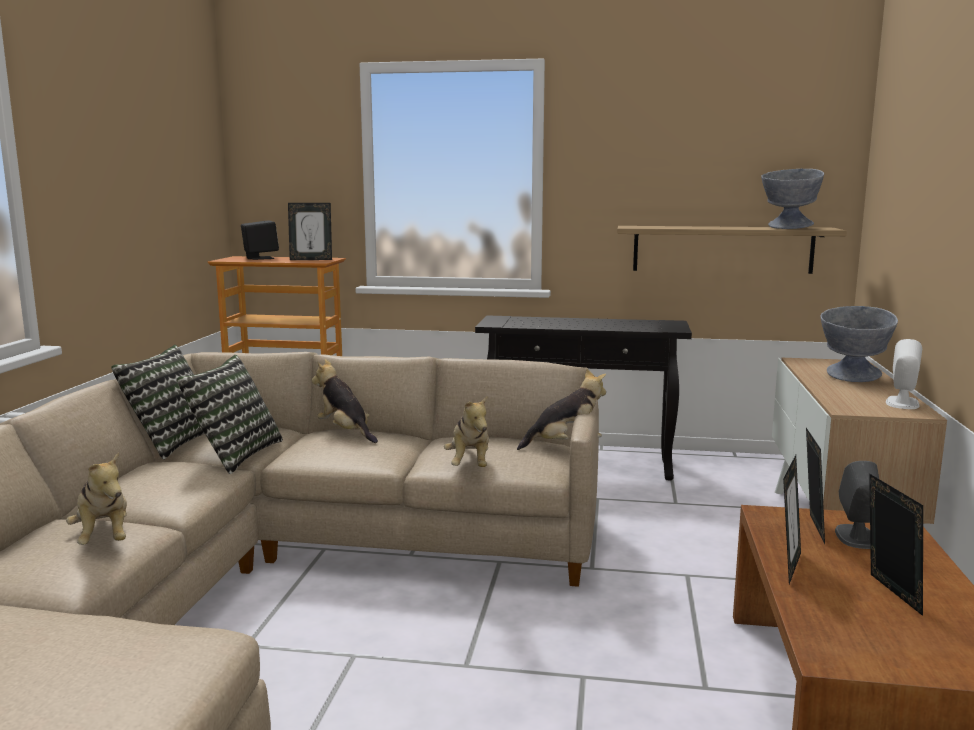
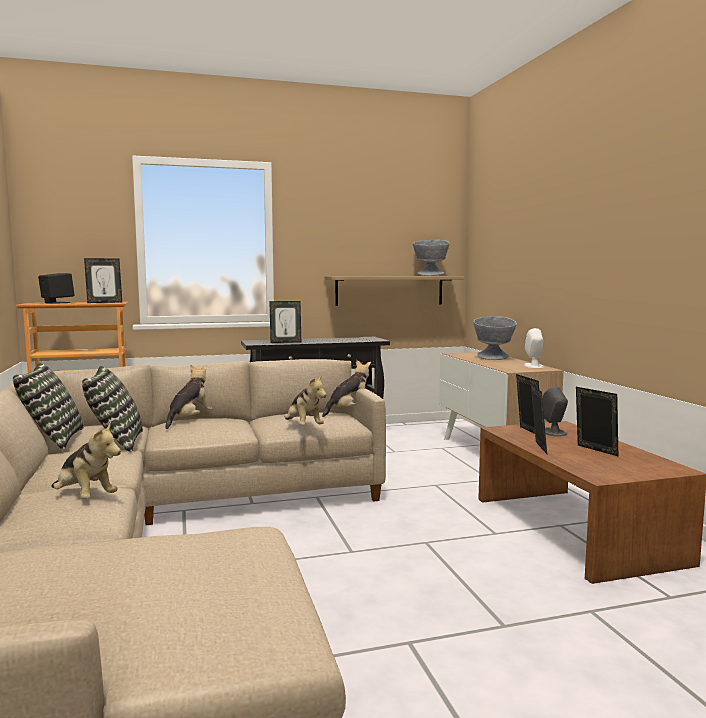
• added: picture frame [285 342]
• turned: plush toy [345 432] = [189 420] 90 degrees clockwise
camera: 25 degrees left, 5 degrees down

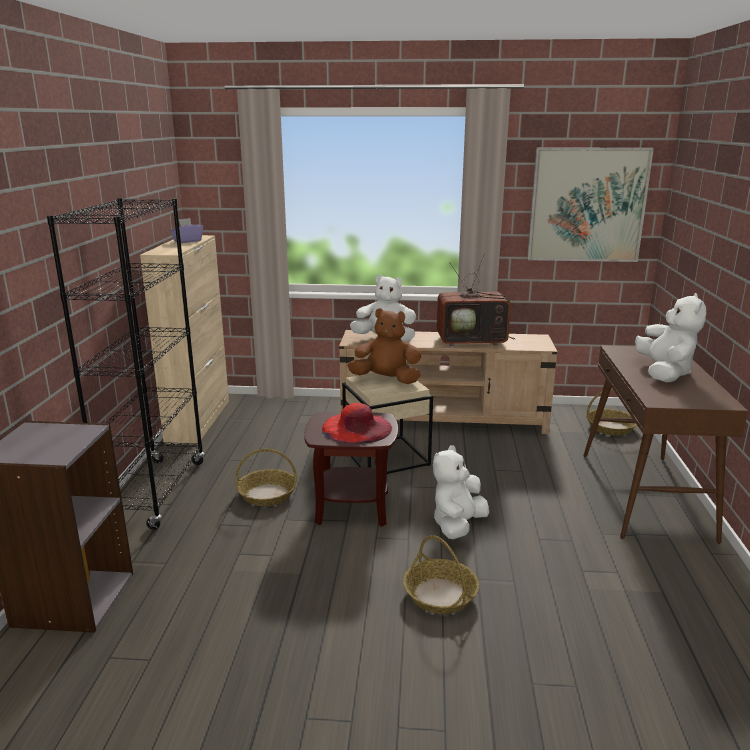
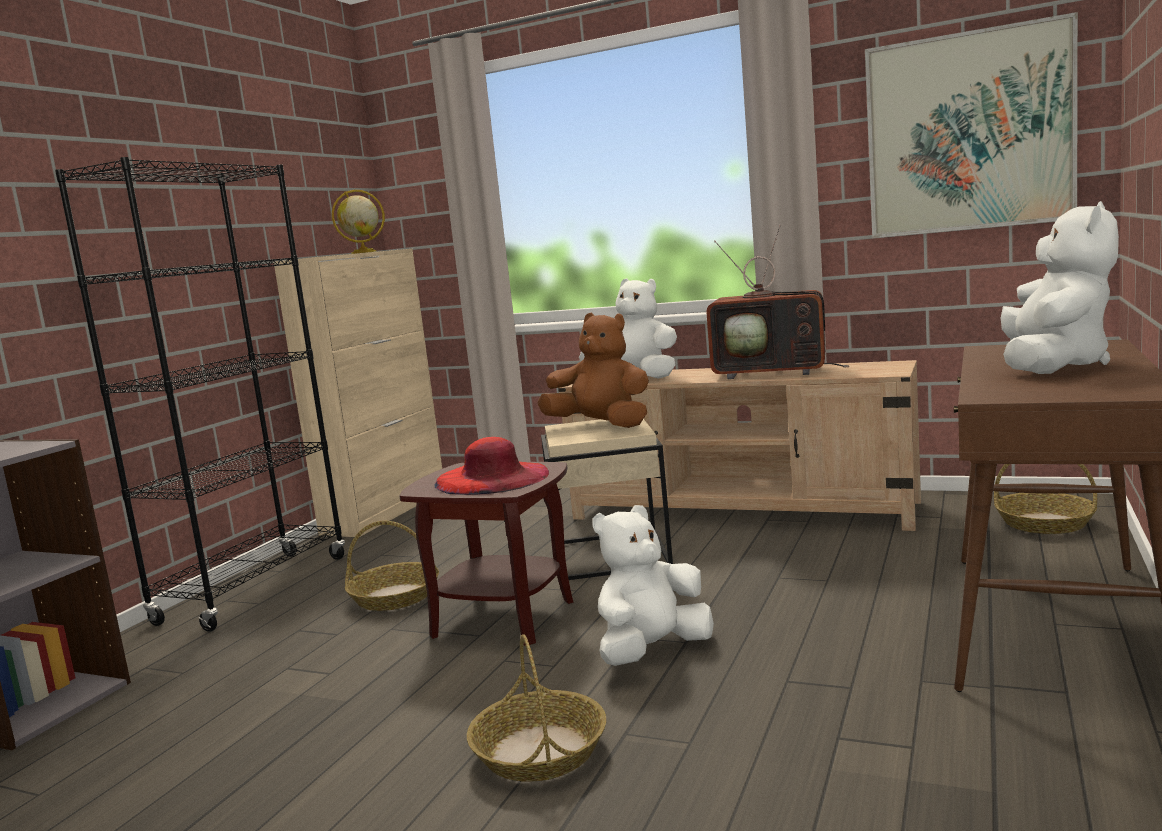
• replaced: tissue box (purple) [187 241] to globe [363 252]
camera: 20 degrees right, 10 degrees down

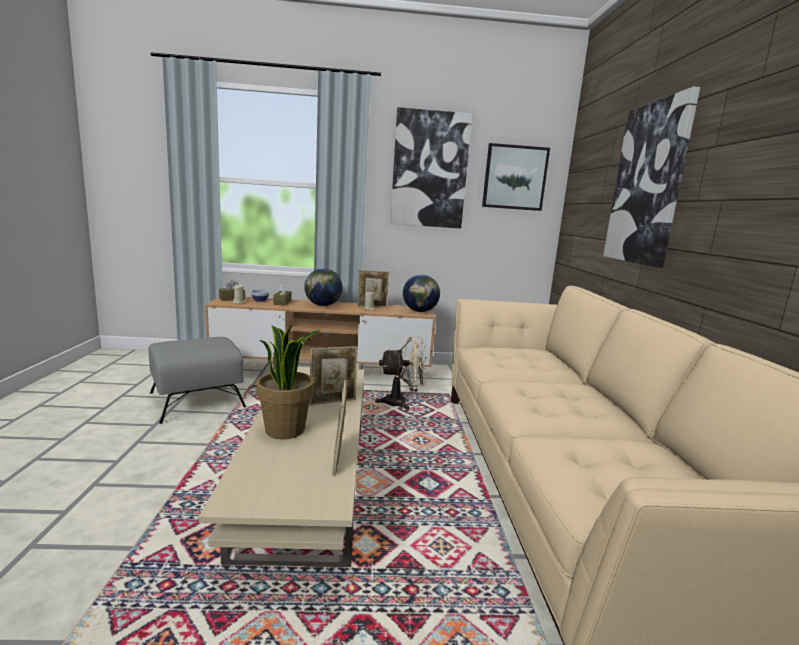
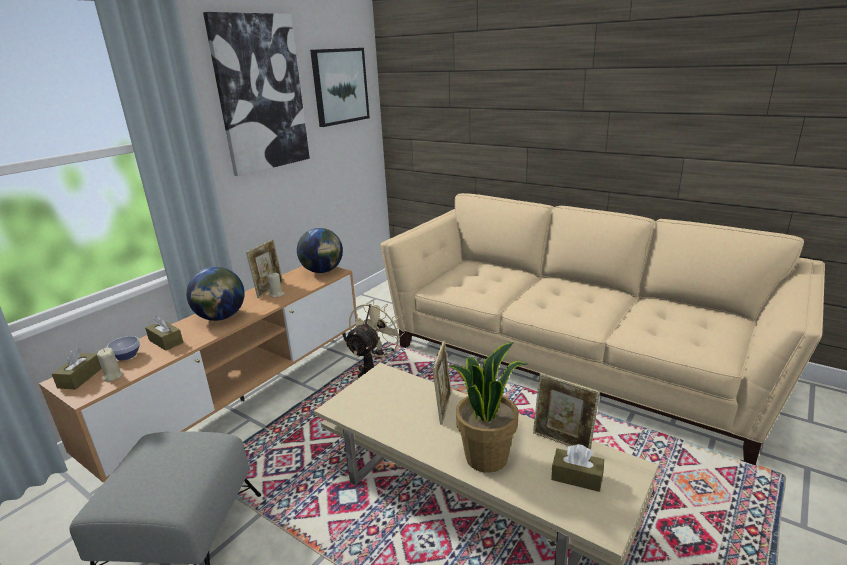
• removed: picture [648 184]
• added: tissue box (brown) [576 477]
camera: 50 degrees left, 10 degrees up

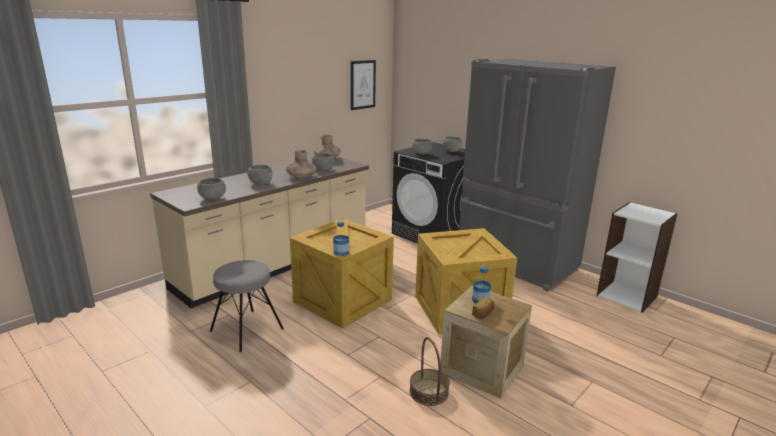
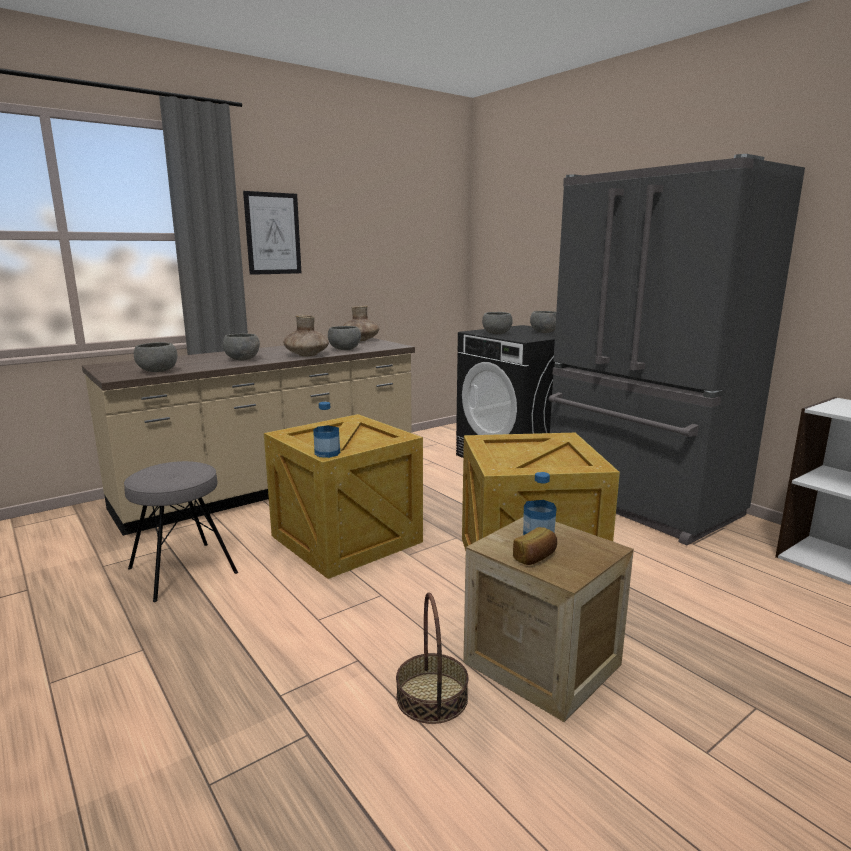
• moved: picture [362 84] to [273 233]
camera: 10 degrees right, 5 degrees down

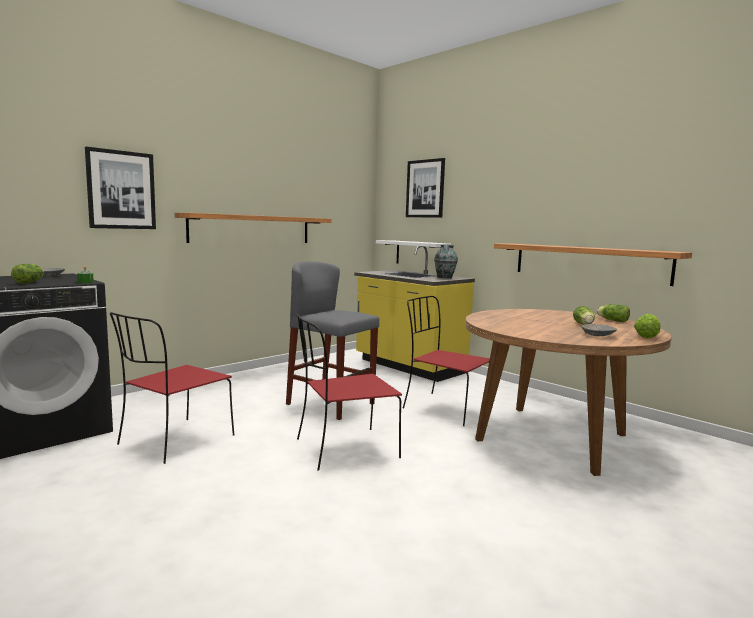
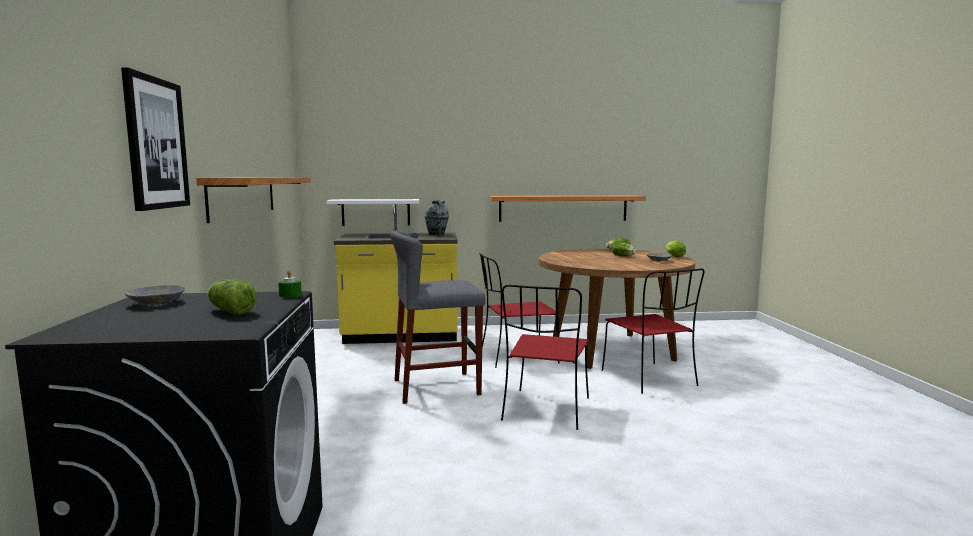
• removed: picture [425 188]
• moved: chair (red) [174 441] to [650 379]
camera: 50 degrees left, 0 degrees up

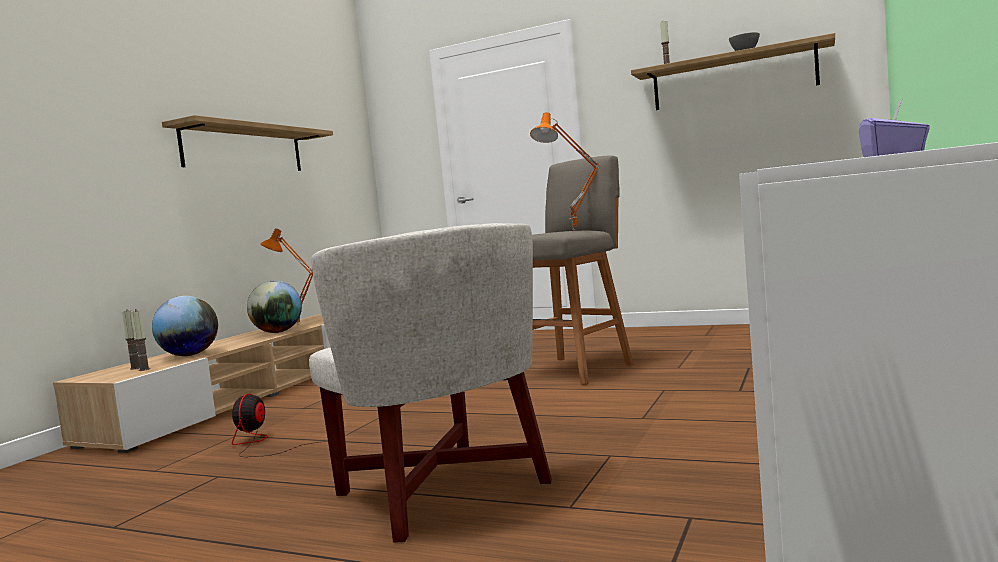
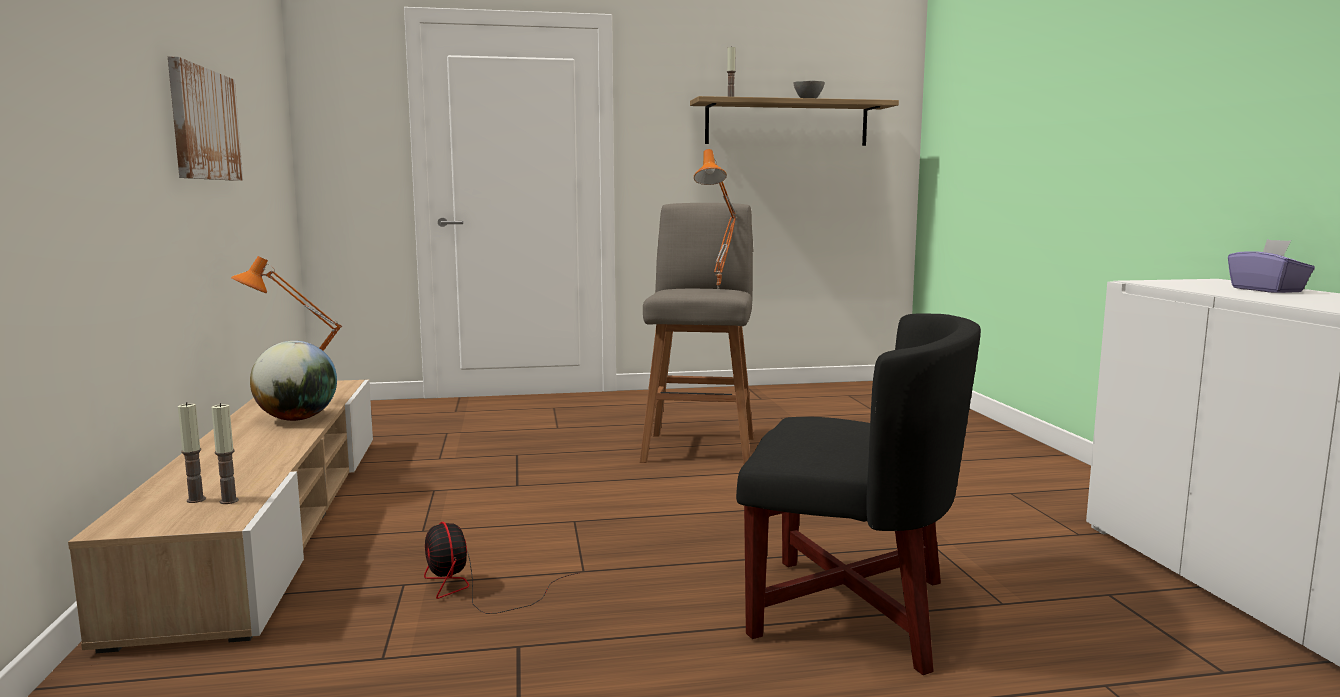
• removed: globe [189 355]
• replaced: shelf [244 149] to picture [204 124]
• recoloured: armchair (white) [441 491] to armchair (black) [852 611]
camera: 35 degrees left, 5 degrees up

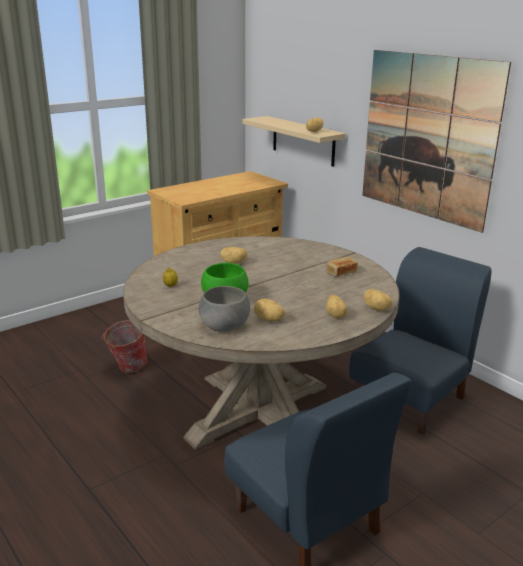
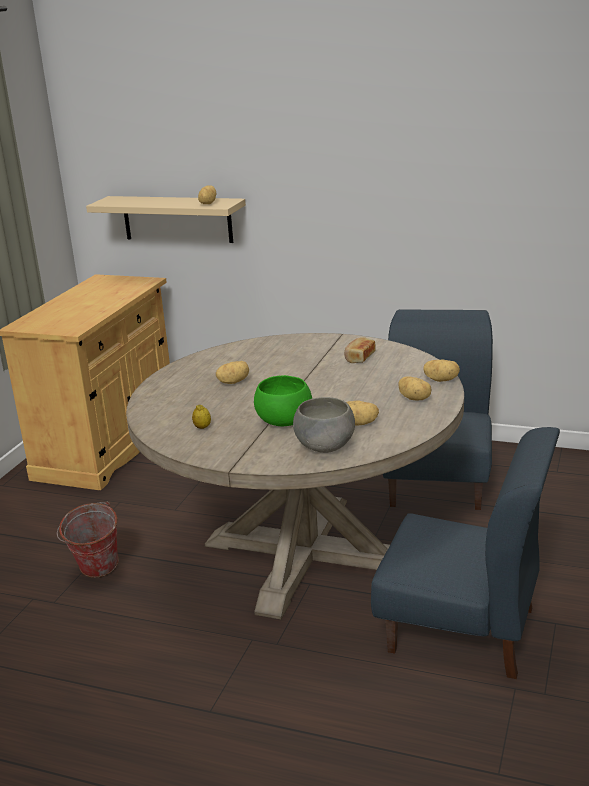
• removed: picture [427 137]
camera: 30 degrees left, 0 degrees up

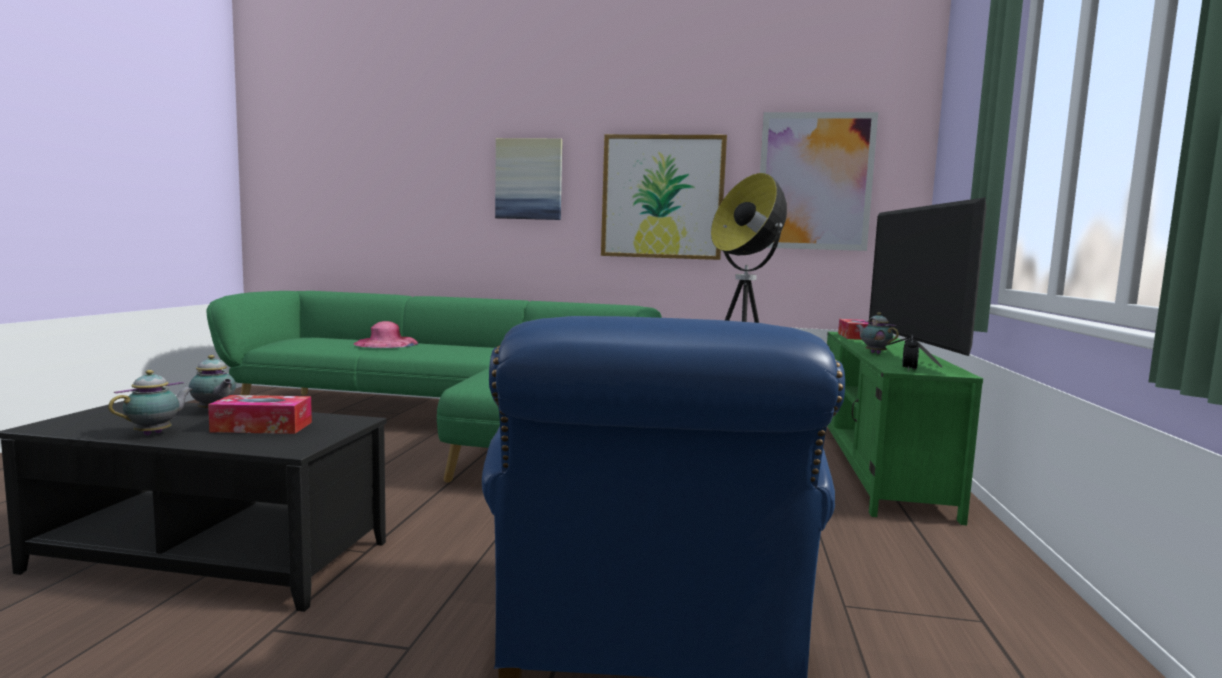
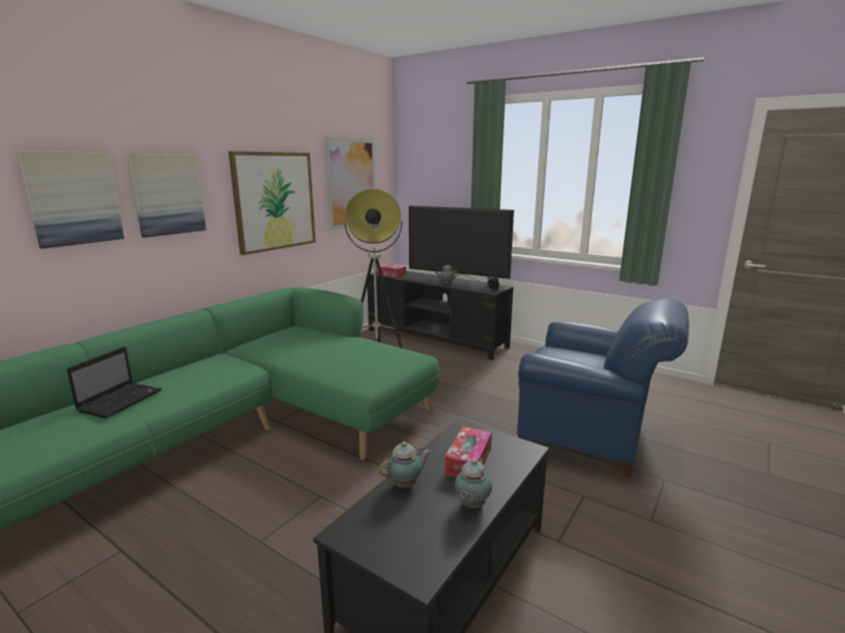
• added: picture [73 198]
• replaced: hat (pink) [386 343] to laptop [121 400]
• recoloured: tv stand (green) [878 466] to tv stand (black) [436 338]
• turned: teapot [156 433] = [471 505] 120 degrees counterclockwise
camera: 65 degrees left, 10 degrees up

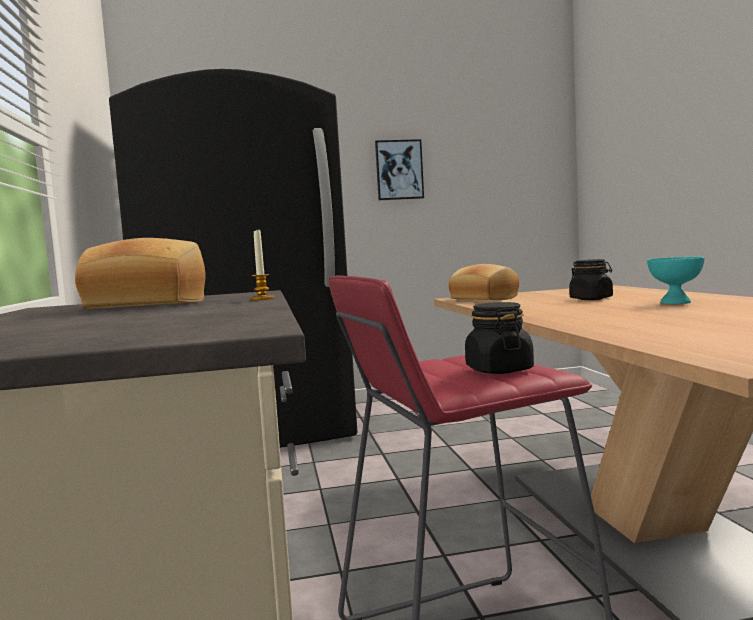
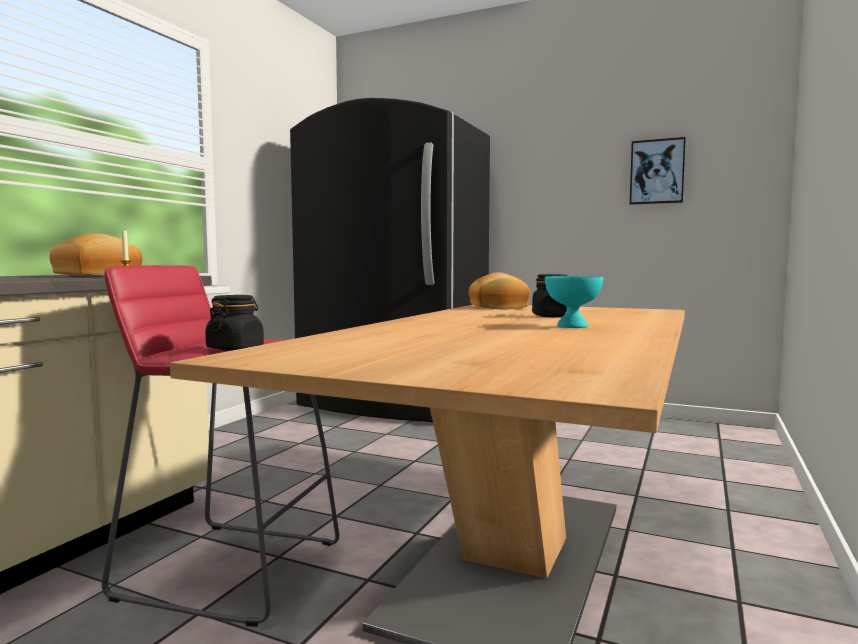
• moved: picture [399 170] to [657 172]
camera: 35 degrees right, 0 degrees up

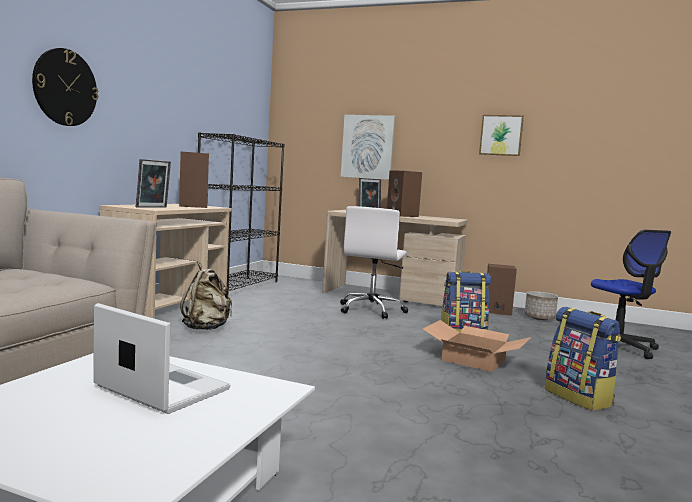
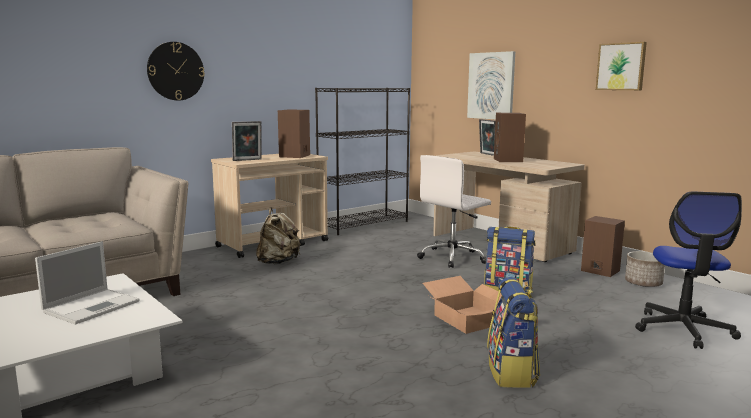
• turned: laptop [160 387] = [93 306] 60 degrees clockwise
camera: 30 degrees right, 5 degrees up

